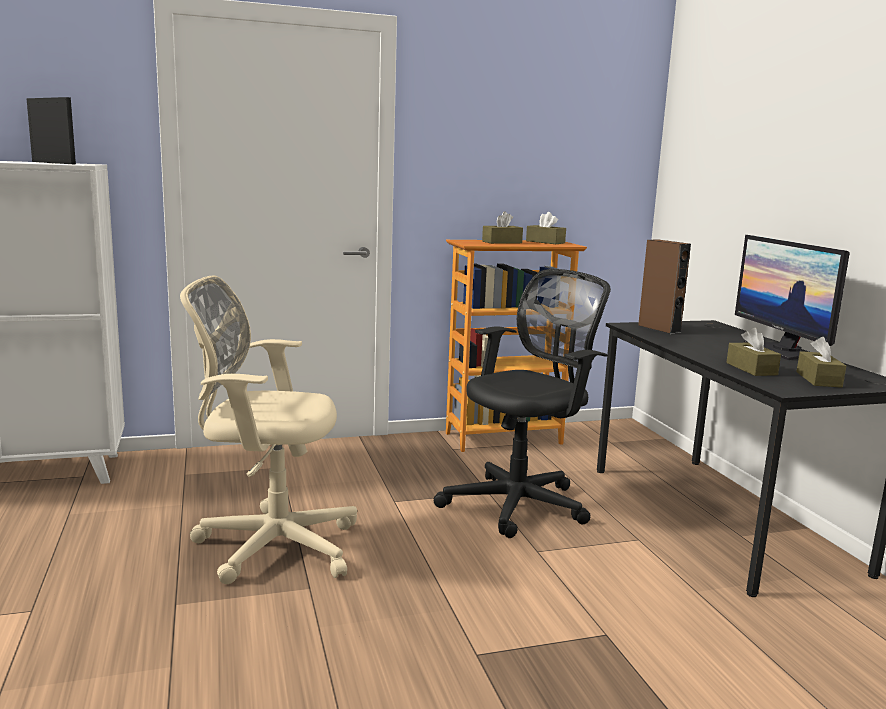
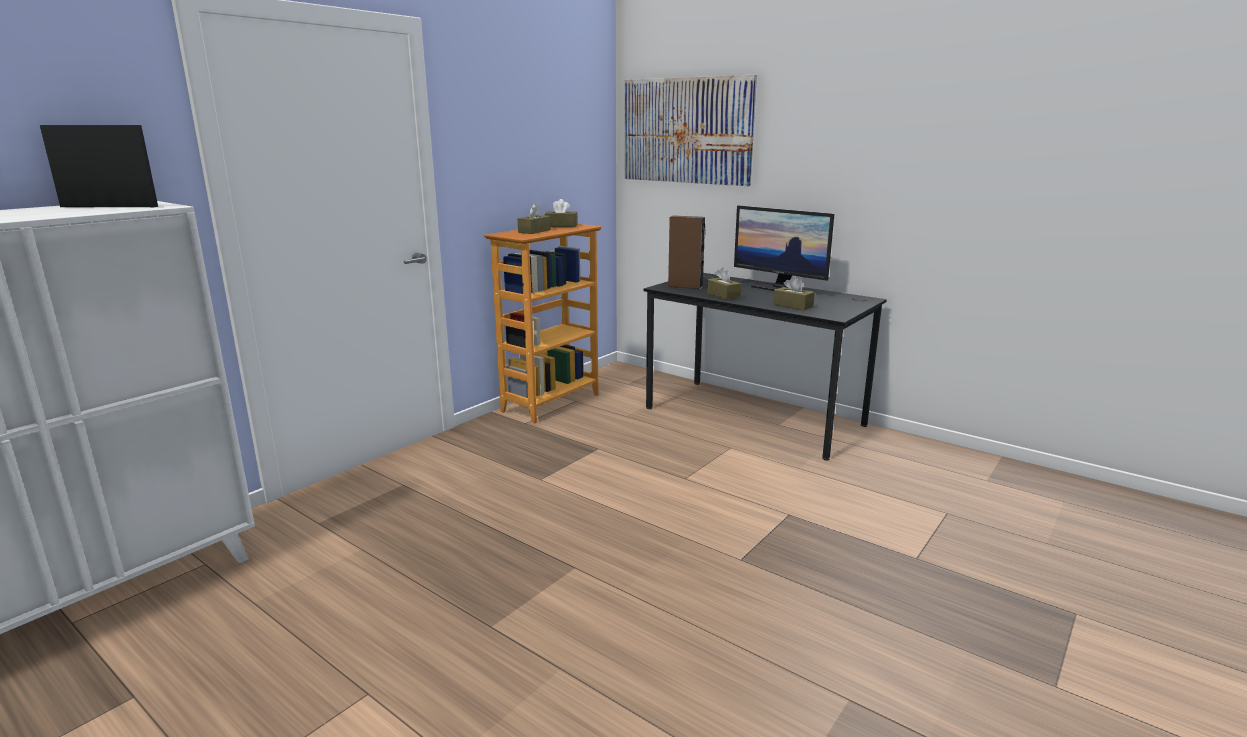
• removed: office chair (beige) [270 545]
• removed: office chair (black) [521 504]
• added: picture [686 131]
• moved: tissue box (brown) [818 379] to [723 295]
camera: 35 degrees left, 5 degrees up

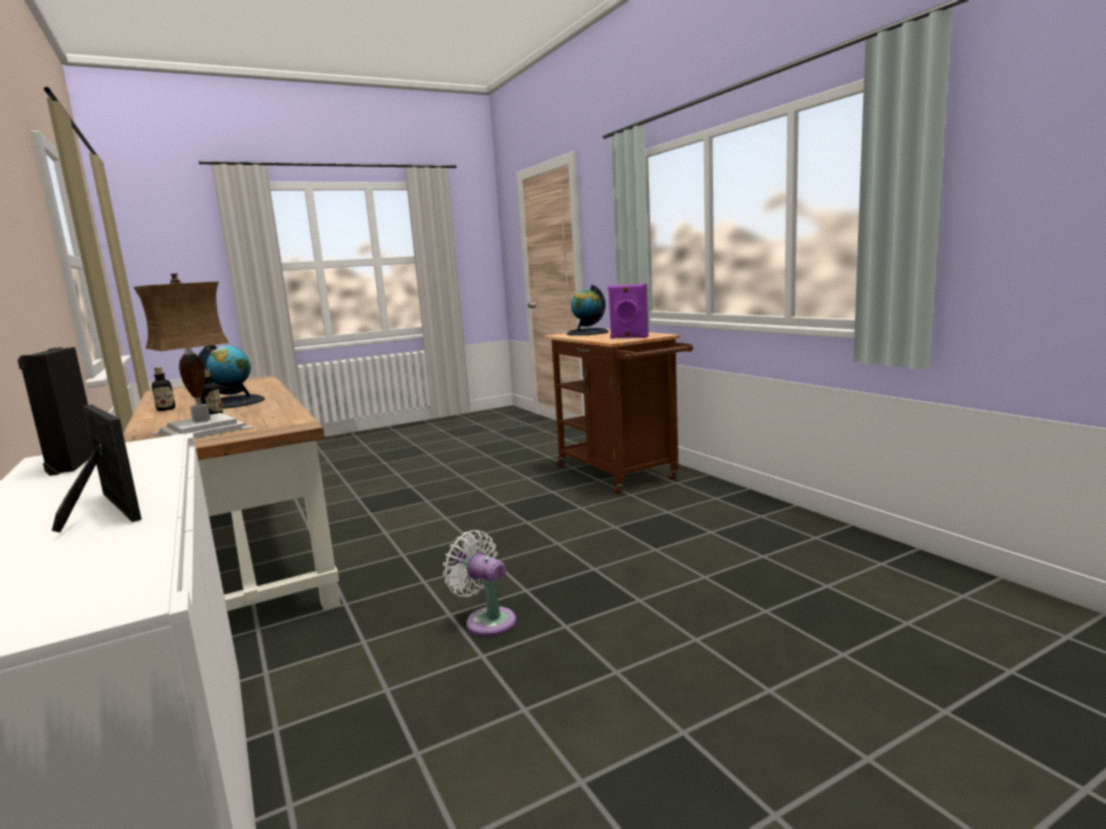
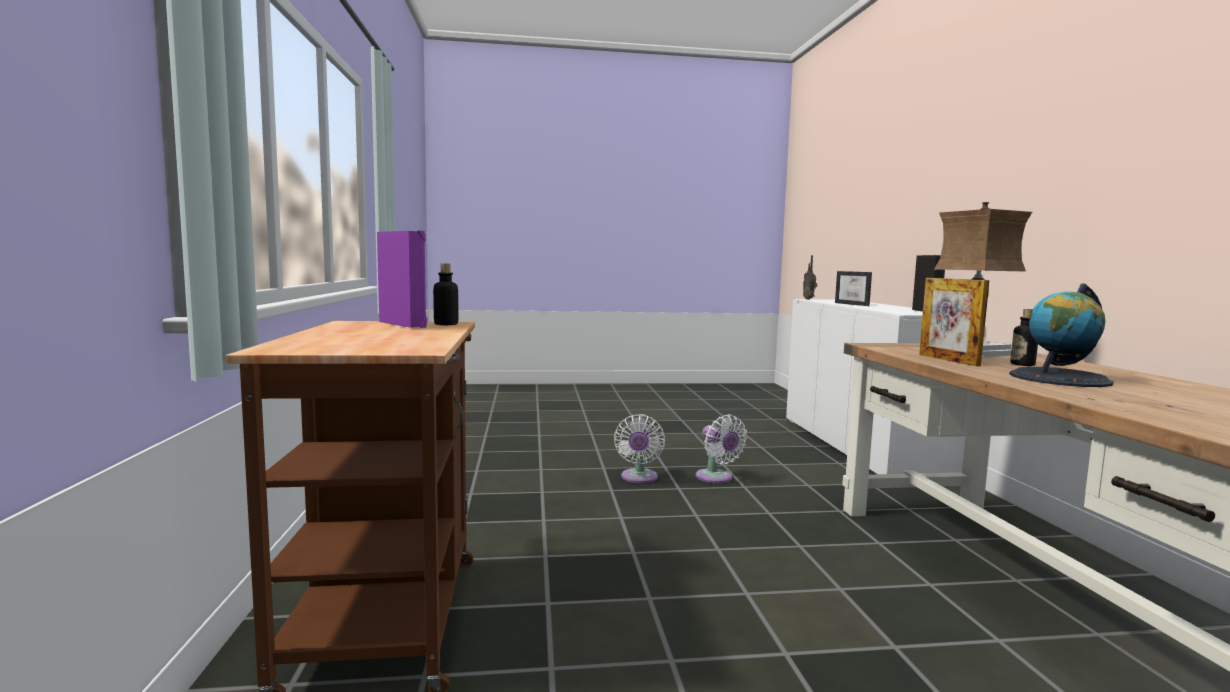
• removed: globe [587 333]
• added: fan (white) [638 478]
• added: radio [809 299]
• added: picture frame [948 360]
• moved: bottle [166 409] to [446 324]
camera: 160 degrees left, 5 degrees down

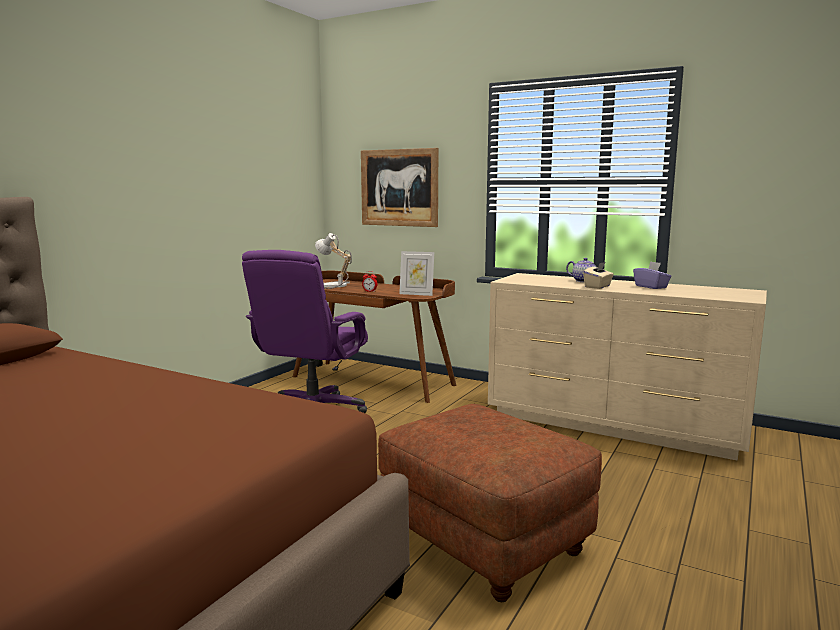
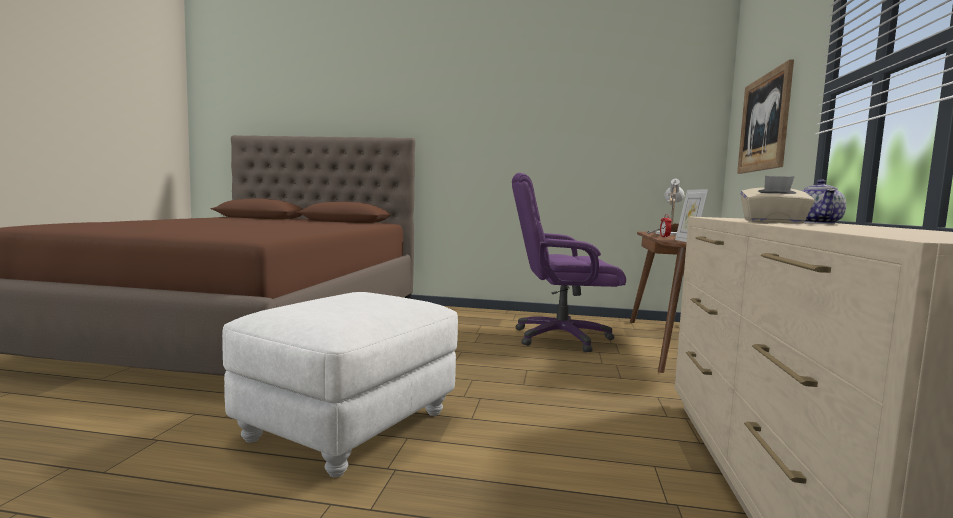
• removed: tissue box (purple) [651 287]
• recoloured: ottoman (brown) [485 542] to ottoman (white) [349 426]
camera: 70 degrees right, 5 degrees down

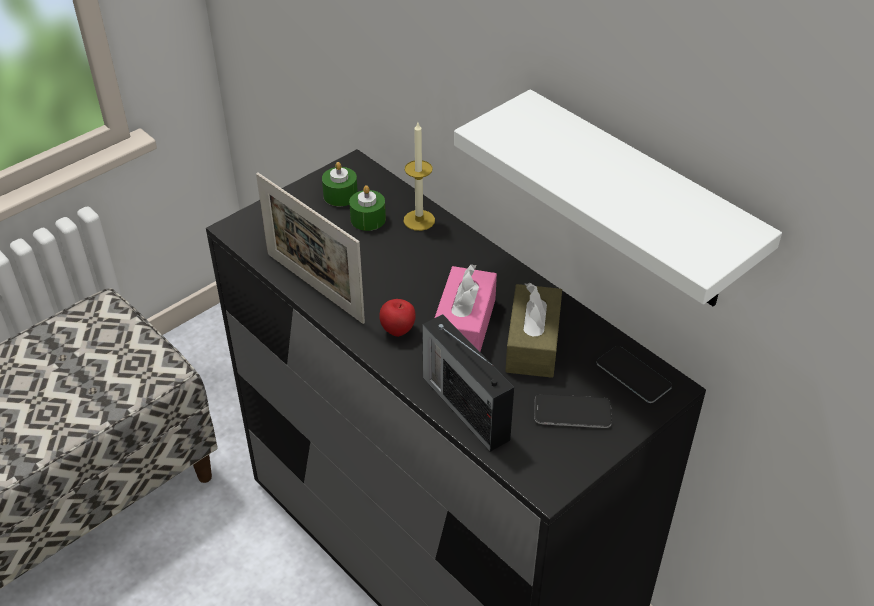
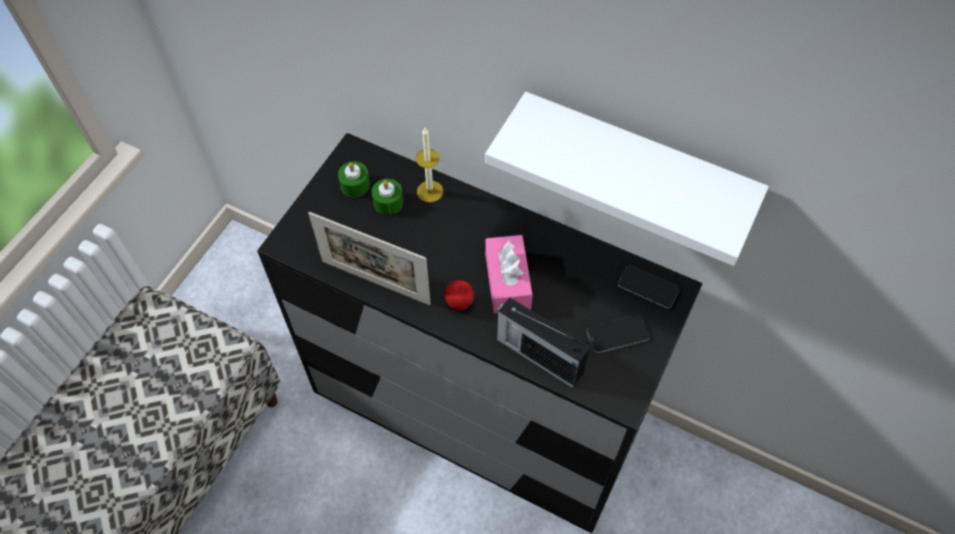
• removed: tissue box (brown) [533 343]
camera: 20 degrees left, 15 degrees up

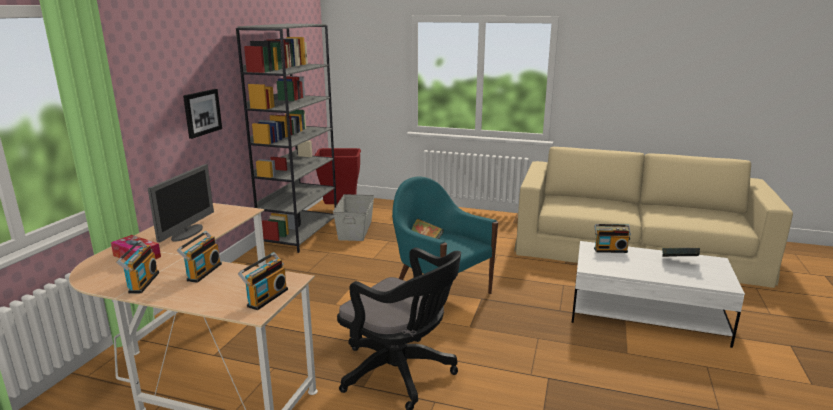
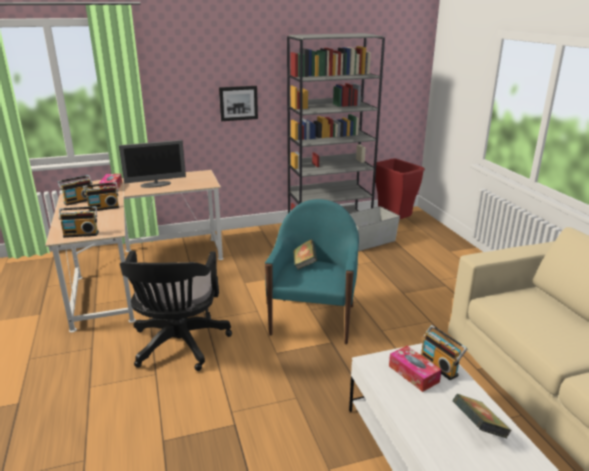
• added: tissue box [413 374]
camera: 55 degrees right, 5 degrees up

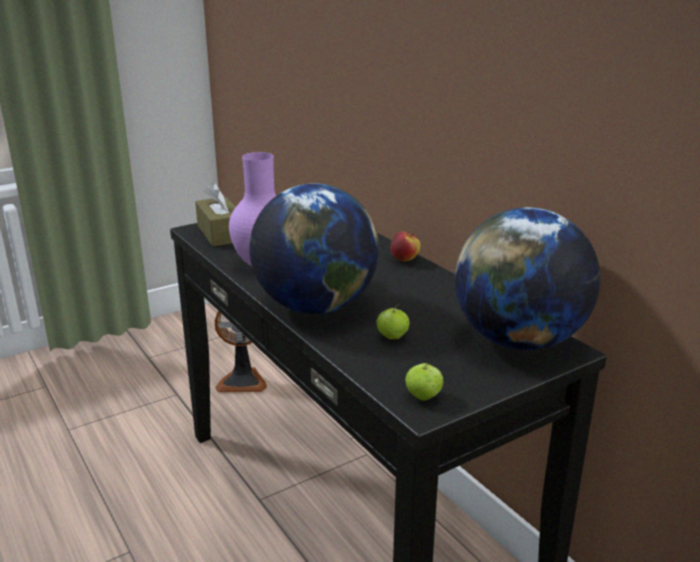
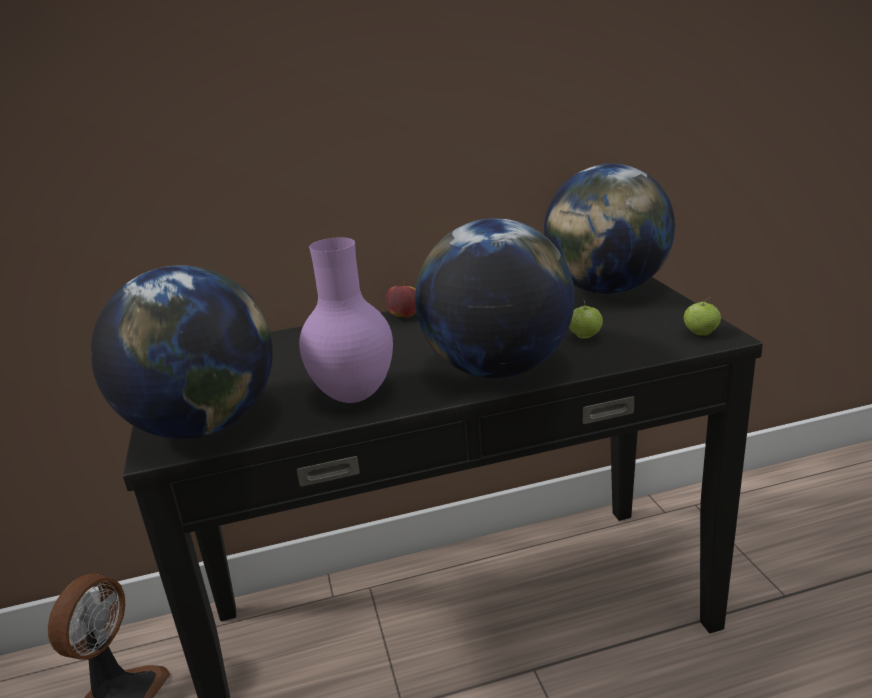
• replaced: tissue box (brown) [221 233] to globe [203 426]
camera: 70 degrees left, 0 degrees up

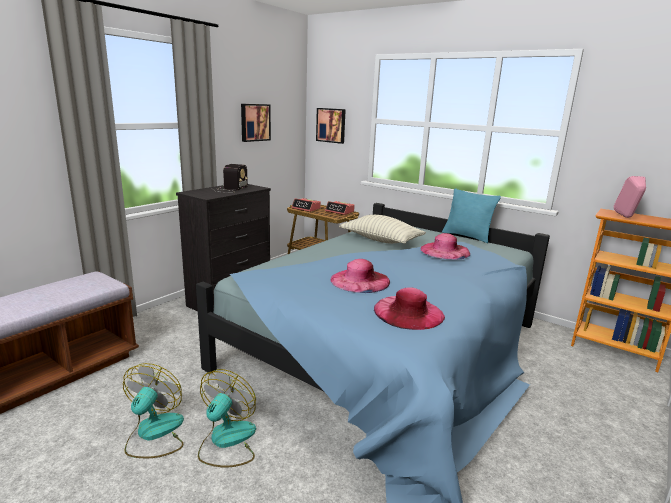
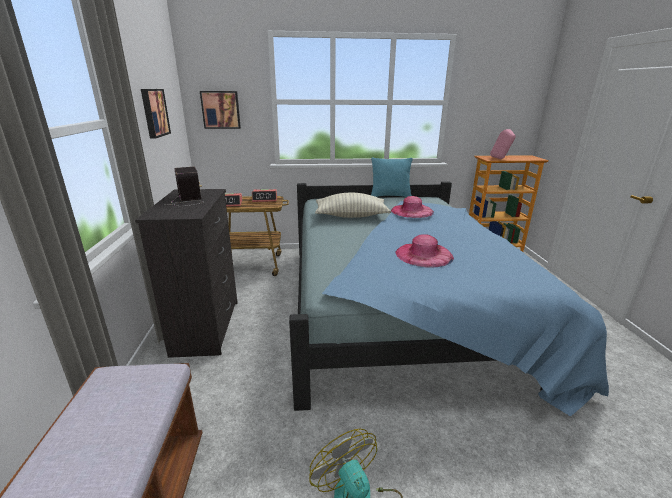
• removed: fan [226 441]
• removed: hat (pink) [408 312]
camera: 40 degrees left, 5 degrees up

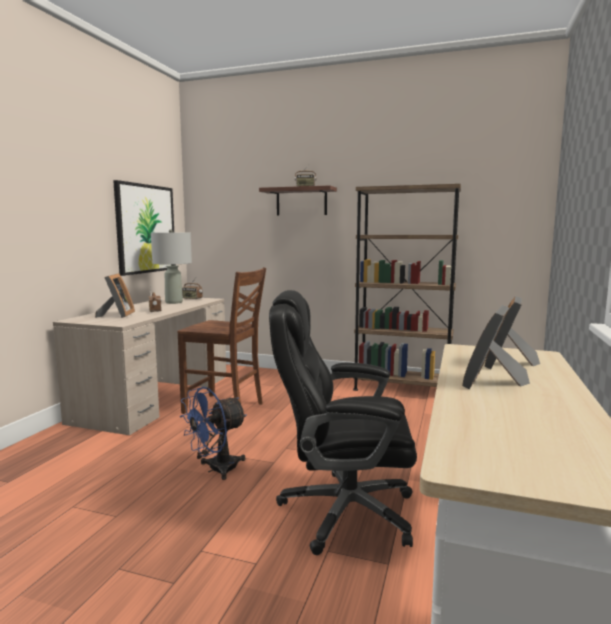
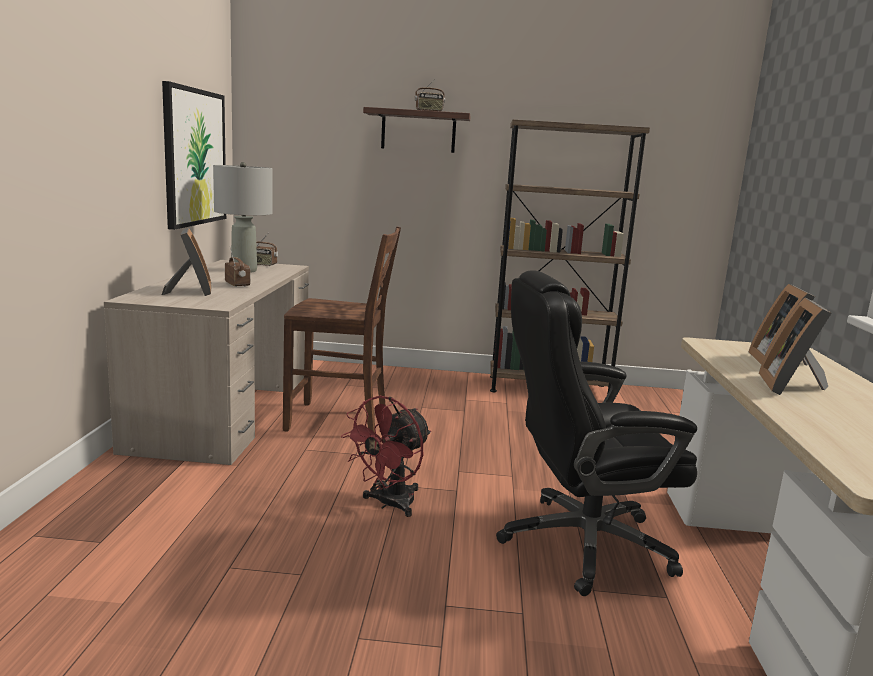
• recoloured: fan (blue) [216 469] to fan (red) [389 504]
camera: 15 degrees left, 5 degrees up

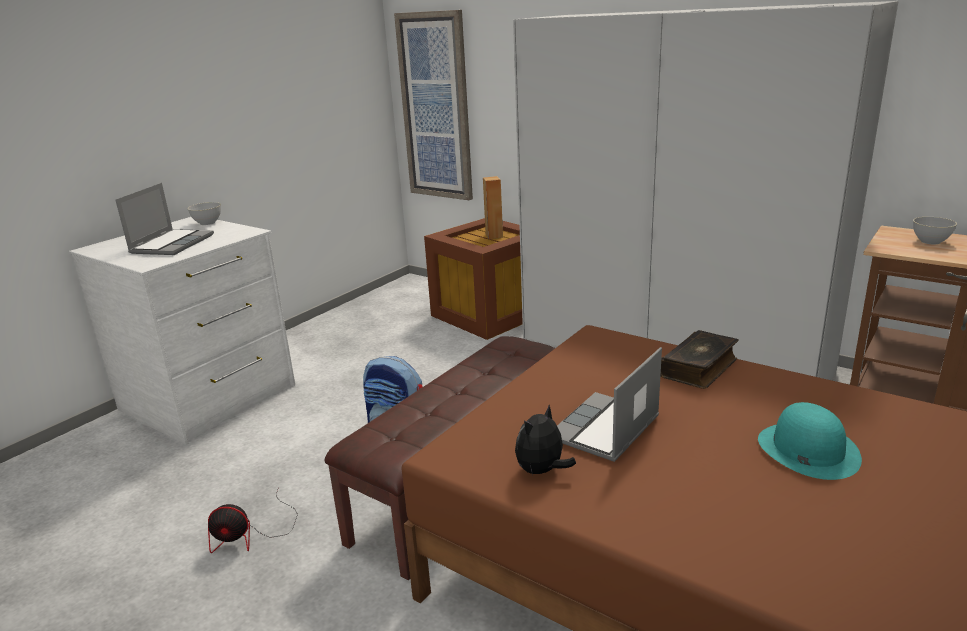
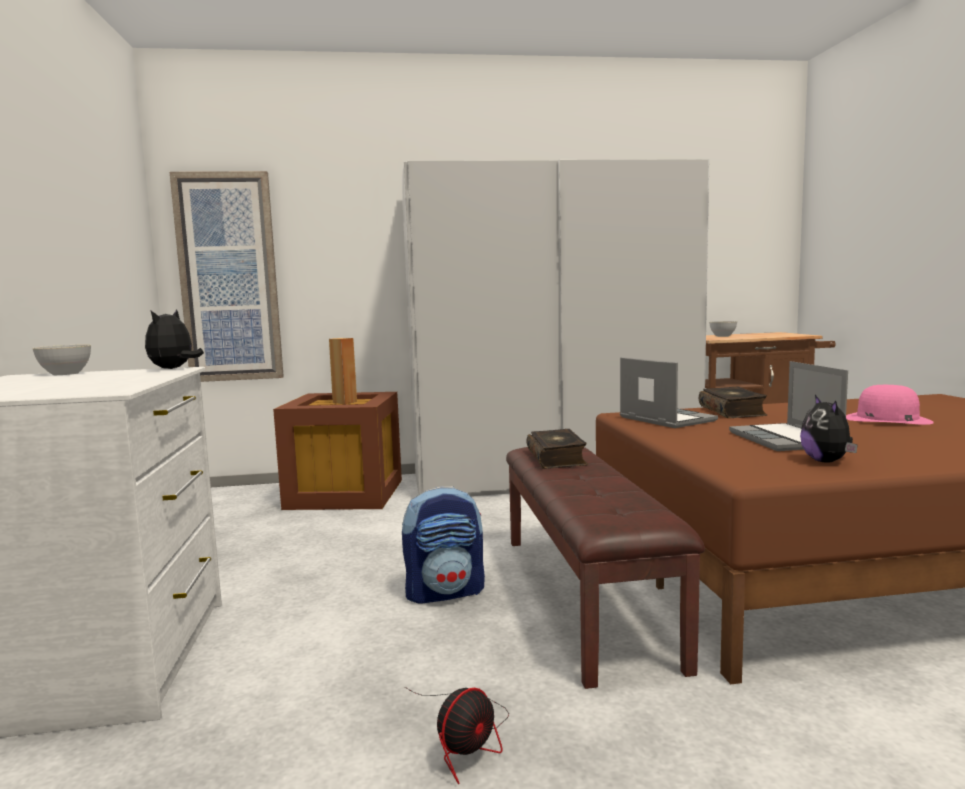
• added: plush toy [173 369]
• added: book [557 458]
• moved: laptop [172 244] to [665 419]
• recoloured: hat (turquoise) [807 449] to hat (pink) [887 419]
camera: 45 degrees left, 15 degrees down

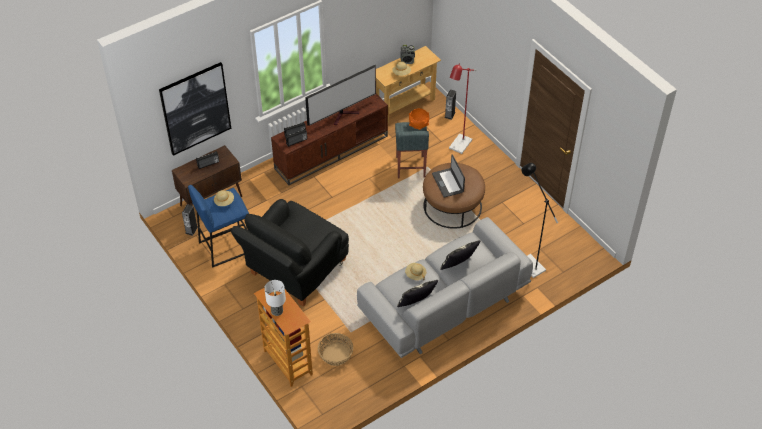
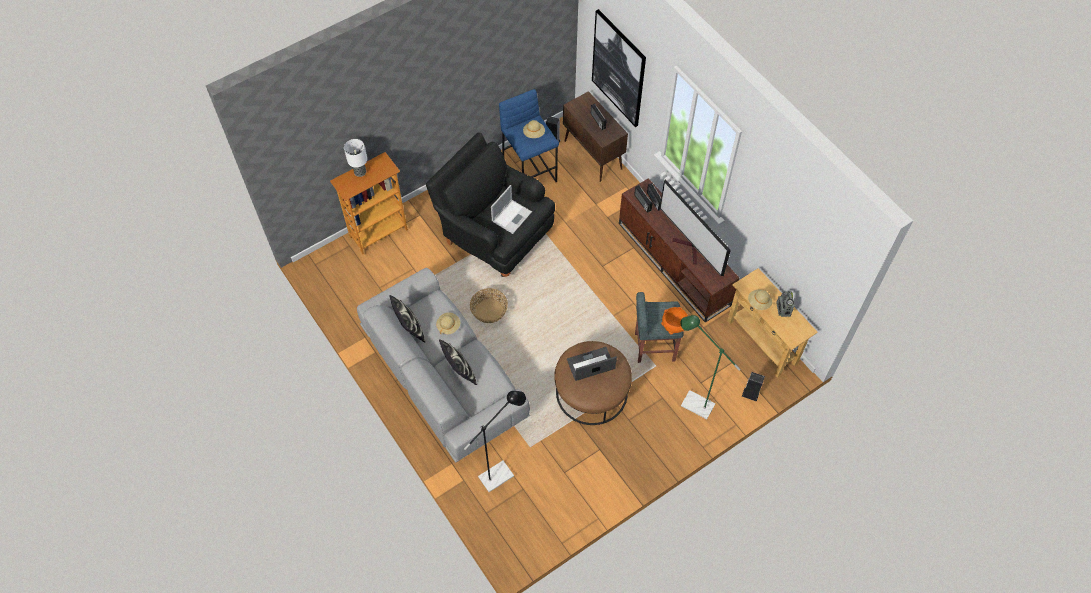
• added: laptop [512 216]
• moved: basket [335 355] to [489 311]
• recoloured: floor lamp (red) [458 147] to floor lamp (green) [692 402]
camera: 90 degrees right, 10 degrees up

